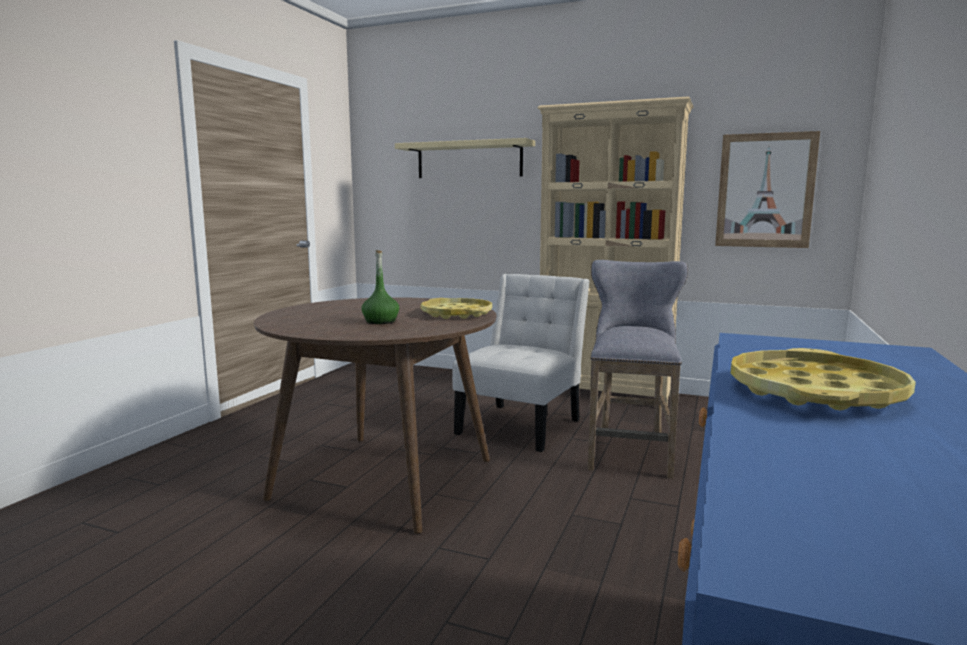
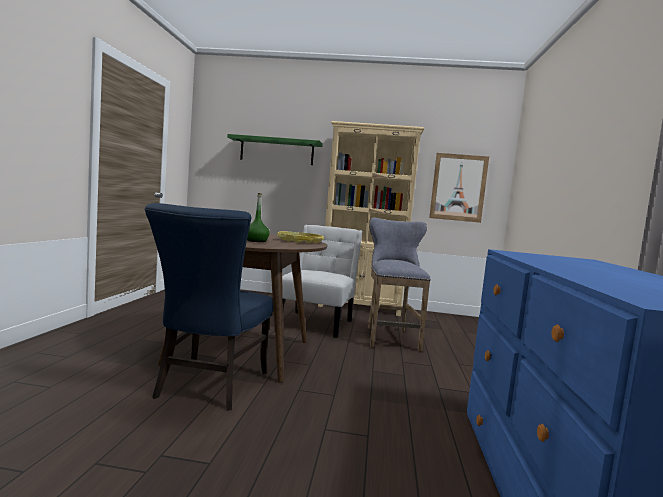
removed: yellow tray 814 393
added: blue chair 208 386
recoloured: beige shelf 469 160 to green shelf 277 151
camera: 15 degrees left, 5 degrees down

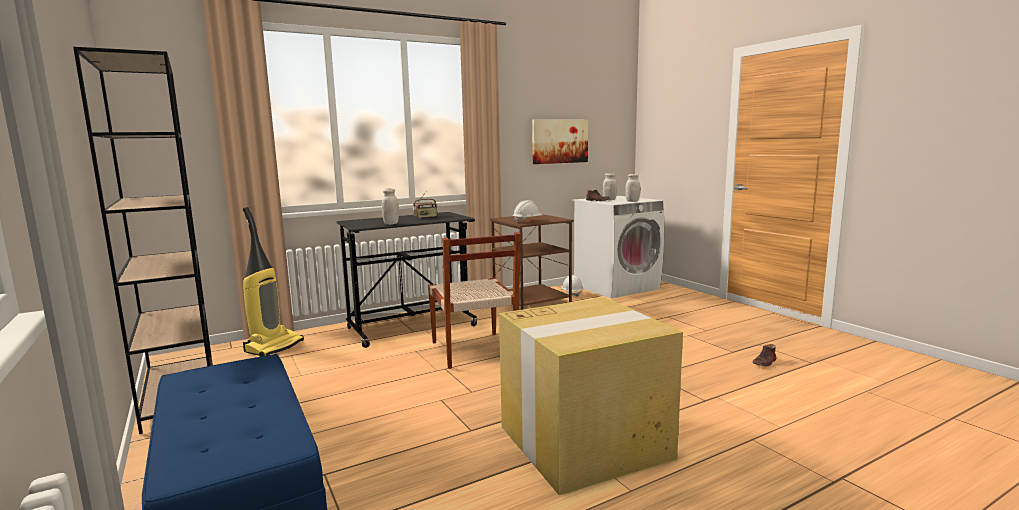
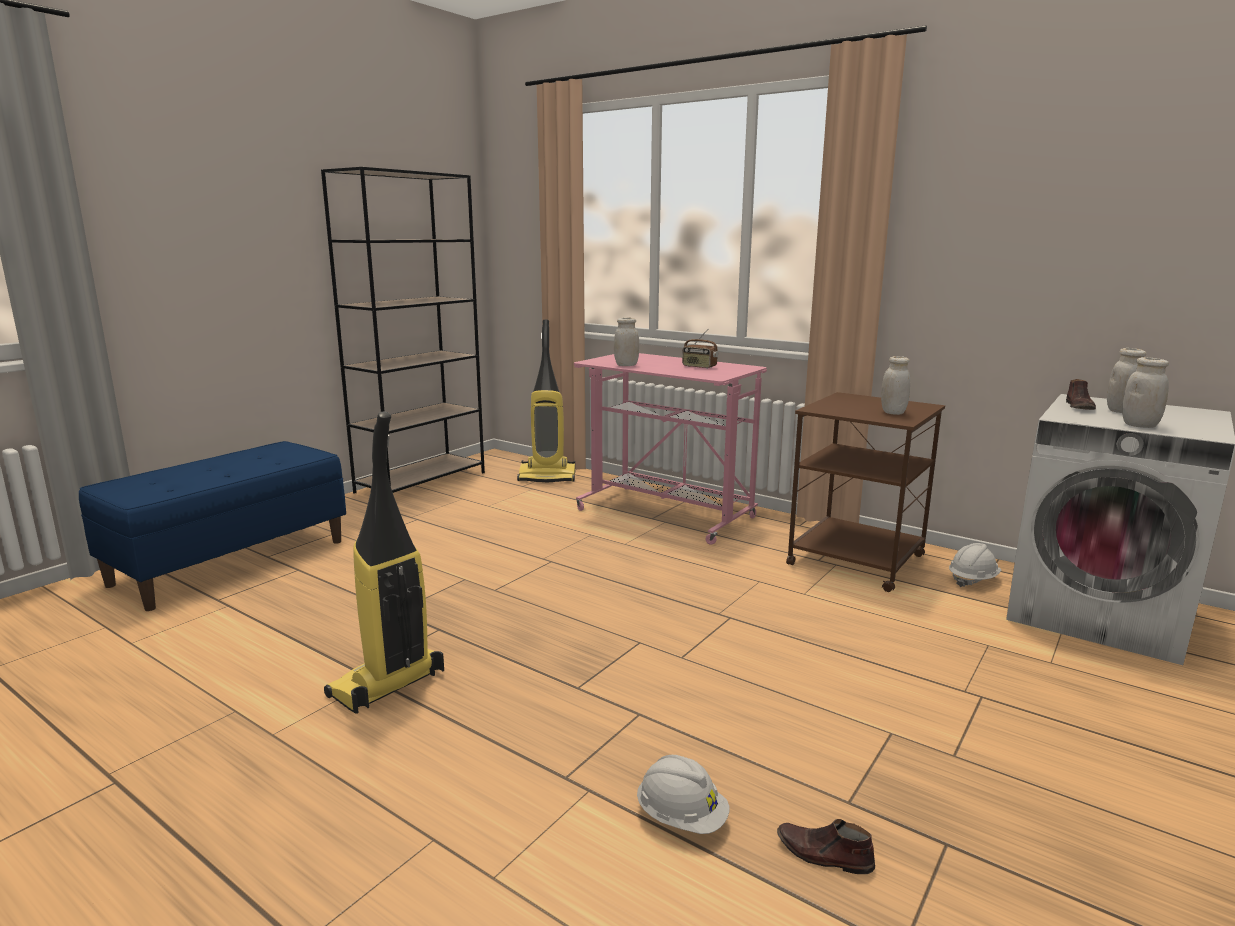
removed: chair 474 351; picture 559 141
added: white jar 893 412
moved: white hard hat 527 221 to 681 818
replaced: cardboard box 586 441 to vacuum cleaner 387 685
recoloured: black desk 412 327 to pink desk 666 513
camera: 65 degrees right, 5 degrees up

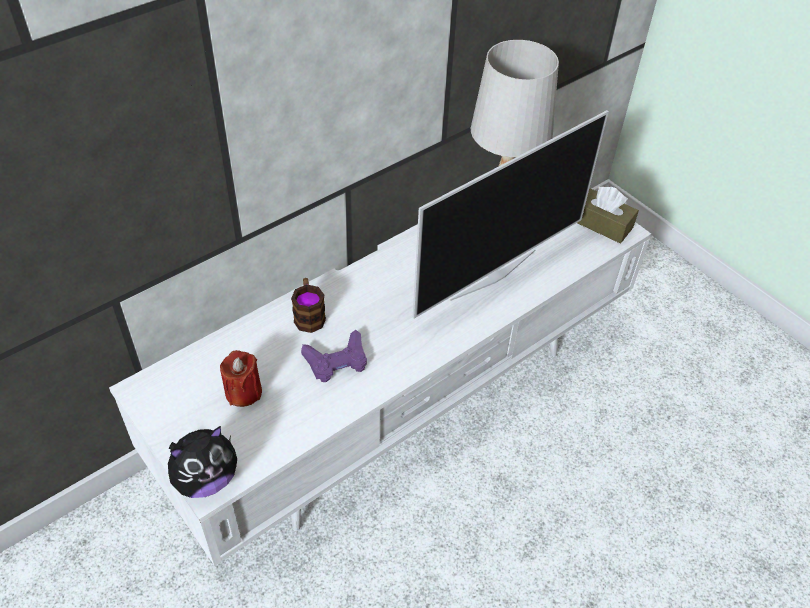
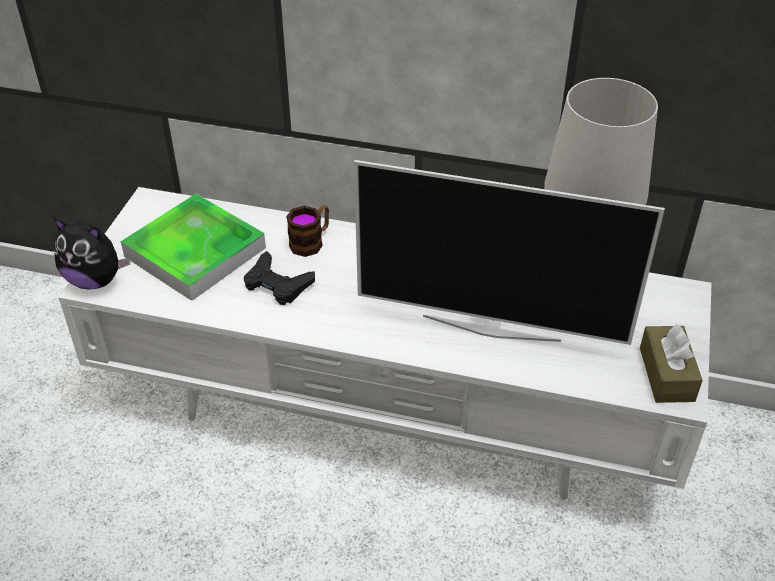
replaced: red candle 243 392 to tray 195 252
recoloured: purple game controller 336 361 to black game controller 277 284
camera: 55 degrees right, 5 degrees down

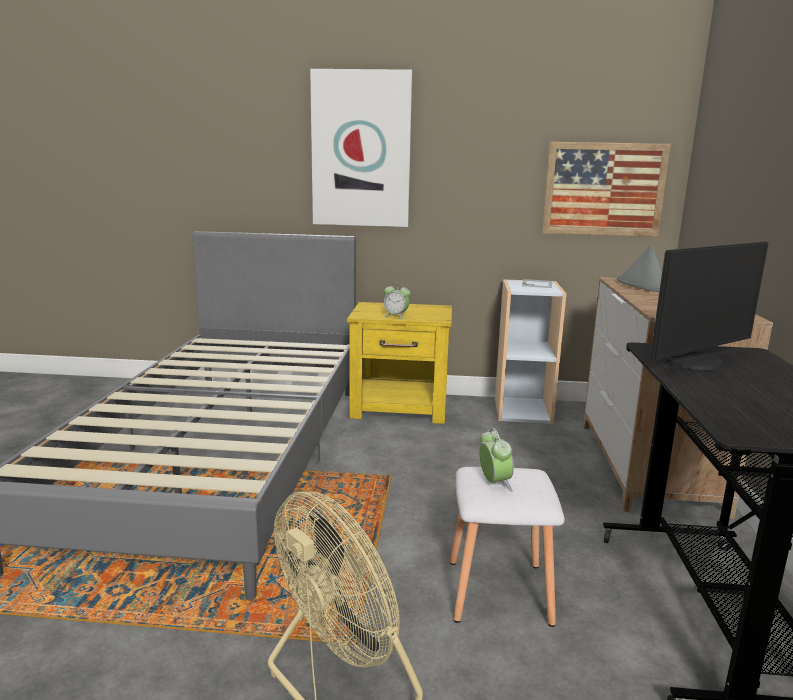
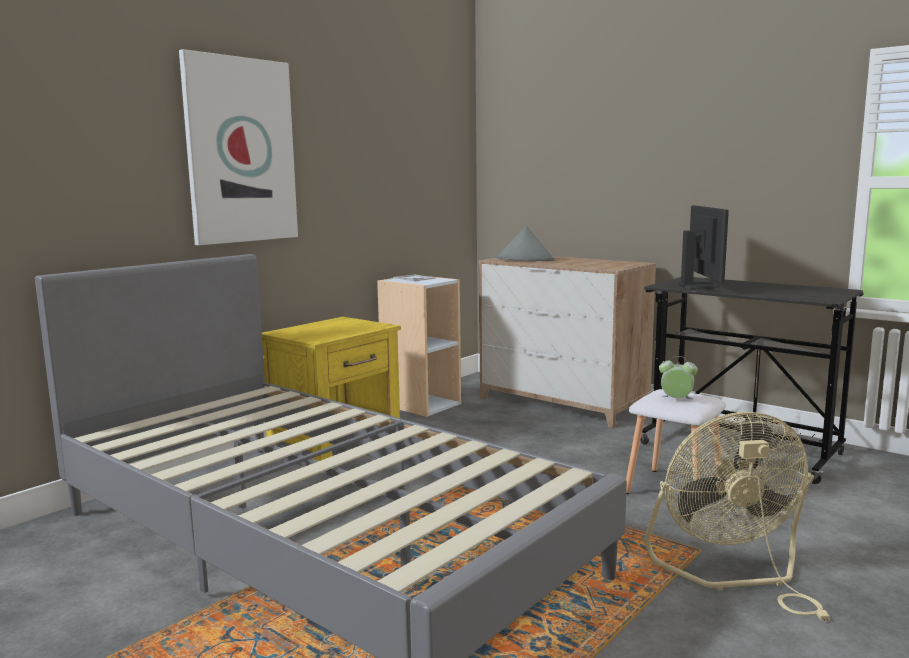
removed: alarm clock 396 316; picture 603 189
camera: 55 degrees left, 5 degrees down

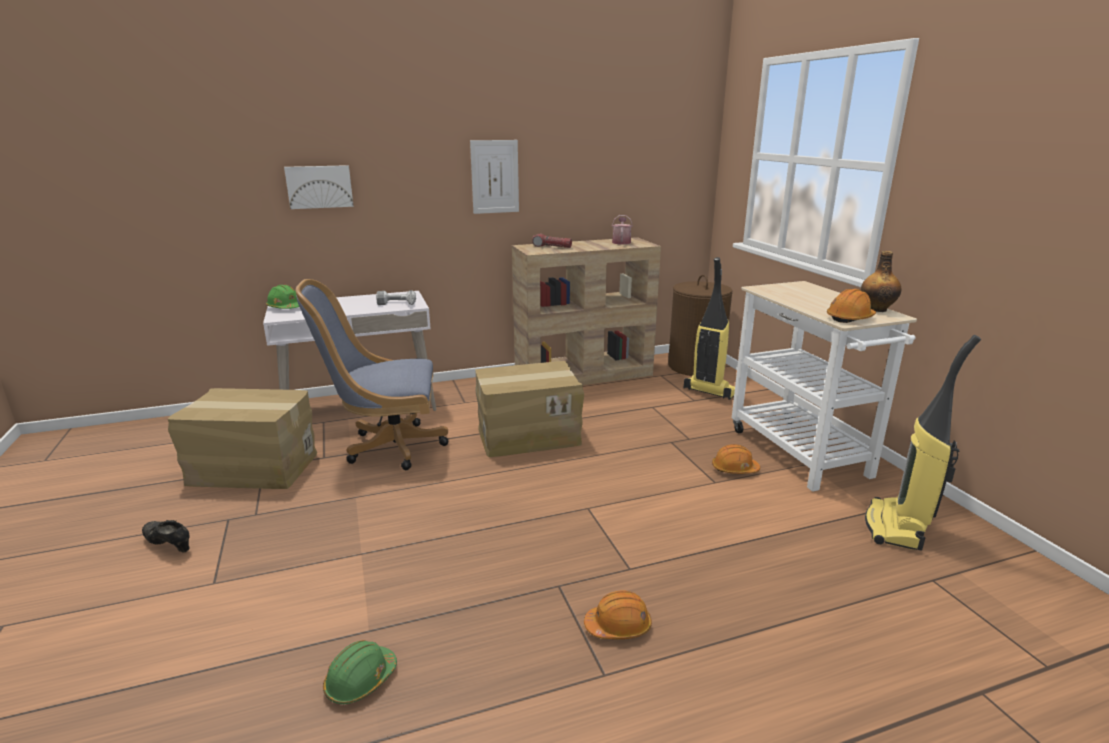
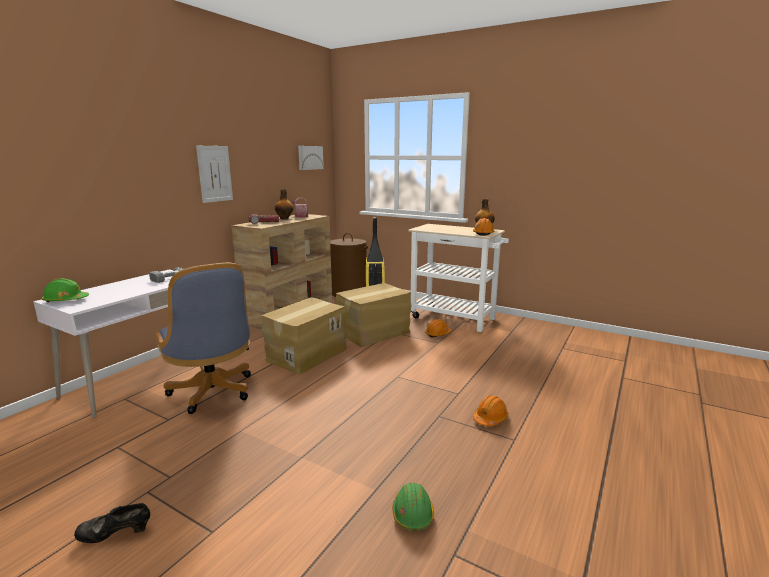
removed: vacuum cleaner 897 528
added: bottle 284 218
moved: cardboard box 253 469 to 374 332; picture 319 186 to 310 157
turned: blue office chair 387 448 = 214 395 75 degrees counterclockwise
camera: 40 degrees left, 5 degrees down

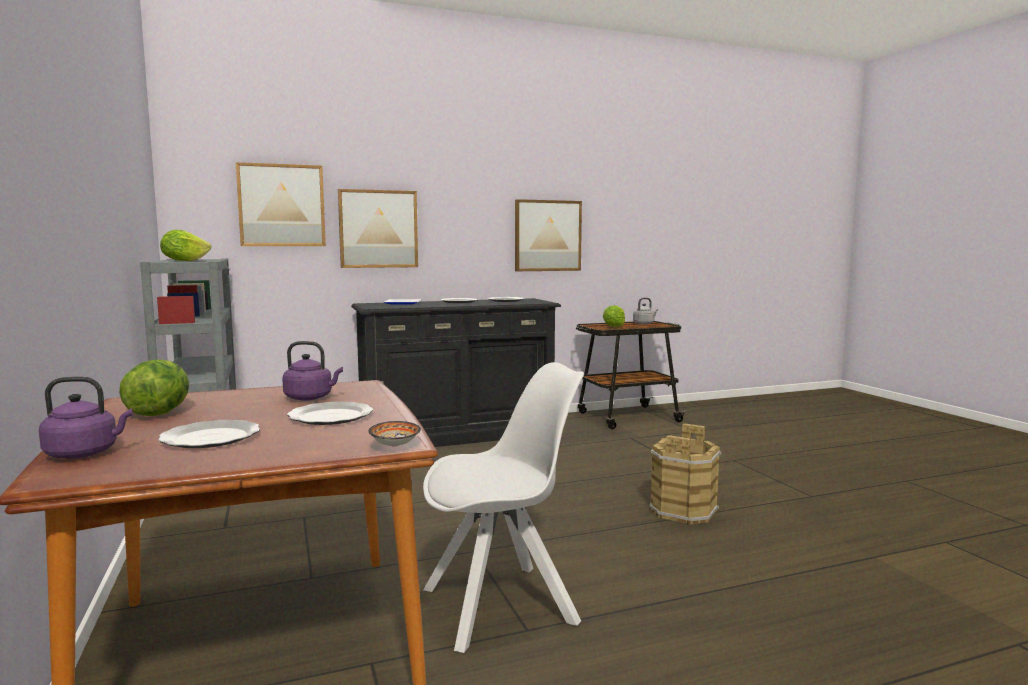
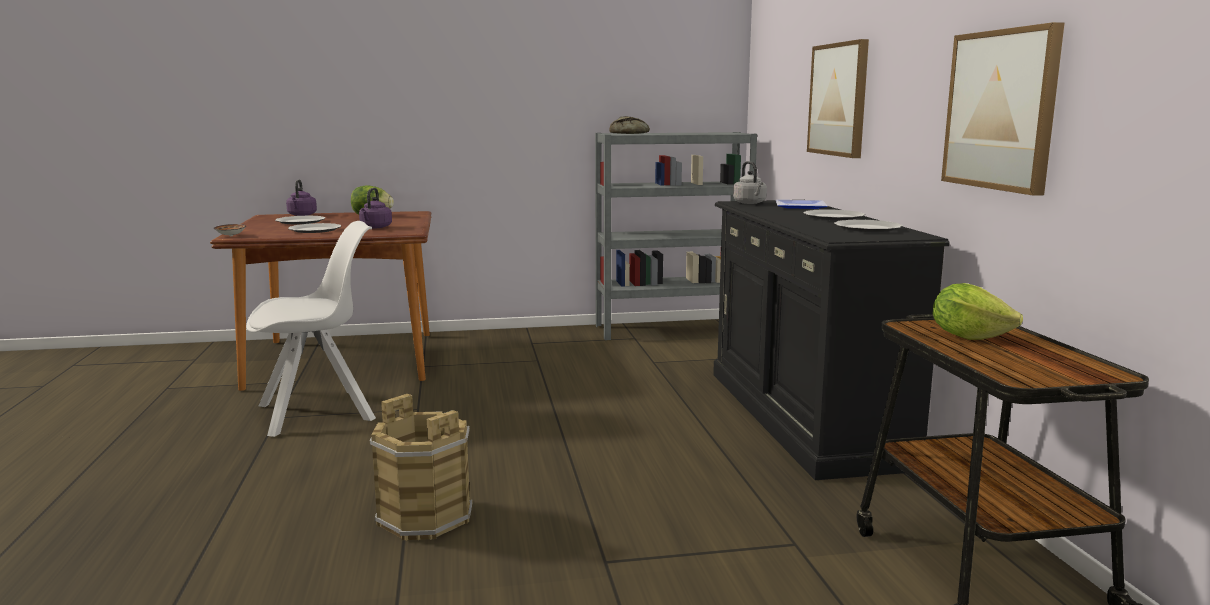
removed: picture 281 205
moved: grey kettle 644 323 to 750 203
replaced: lettuce 184 261 to bread 631 133
turned: white chair 502 605 = 318 412 105 degrees counterclockwise
camera: 100 degrees right, 5 degrees up

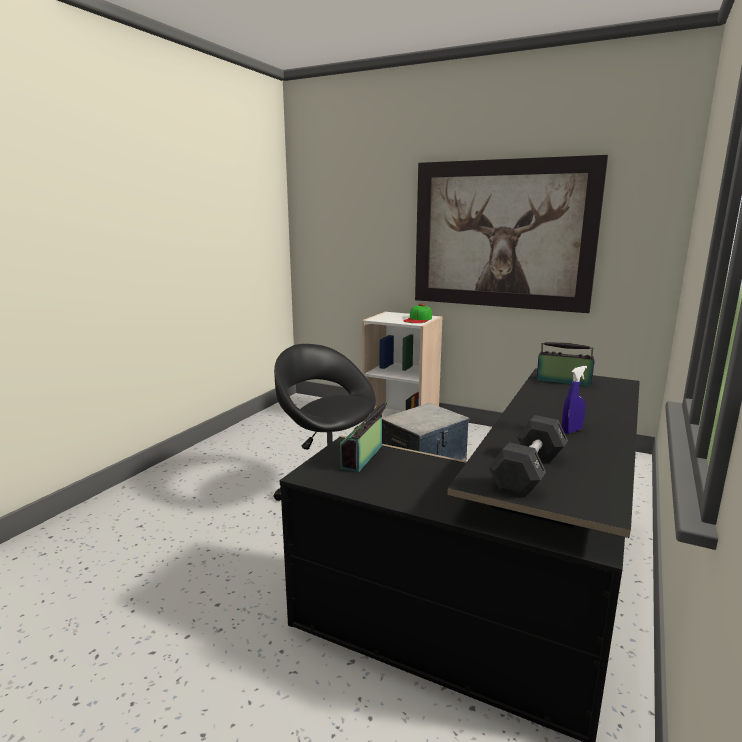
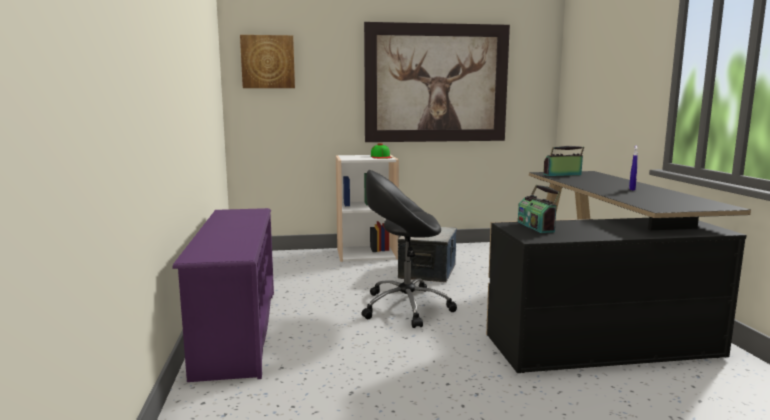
removed: black dumbbell 528 472
added: purple shoe rack 236 329; picture 268 62
camera: 35 degrees left, 5 degrees down

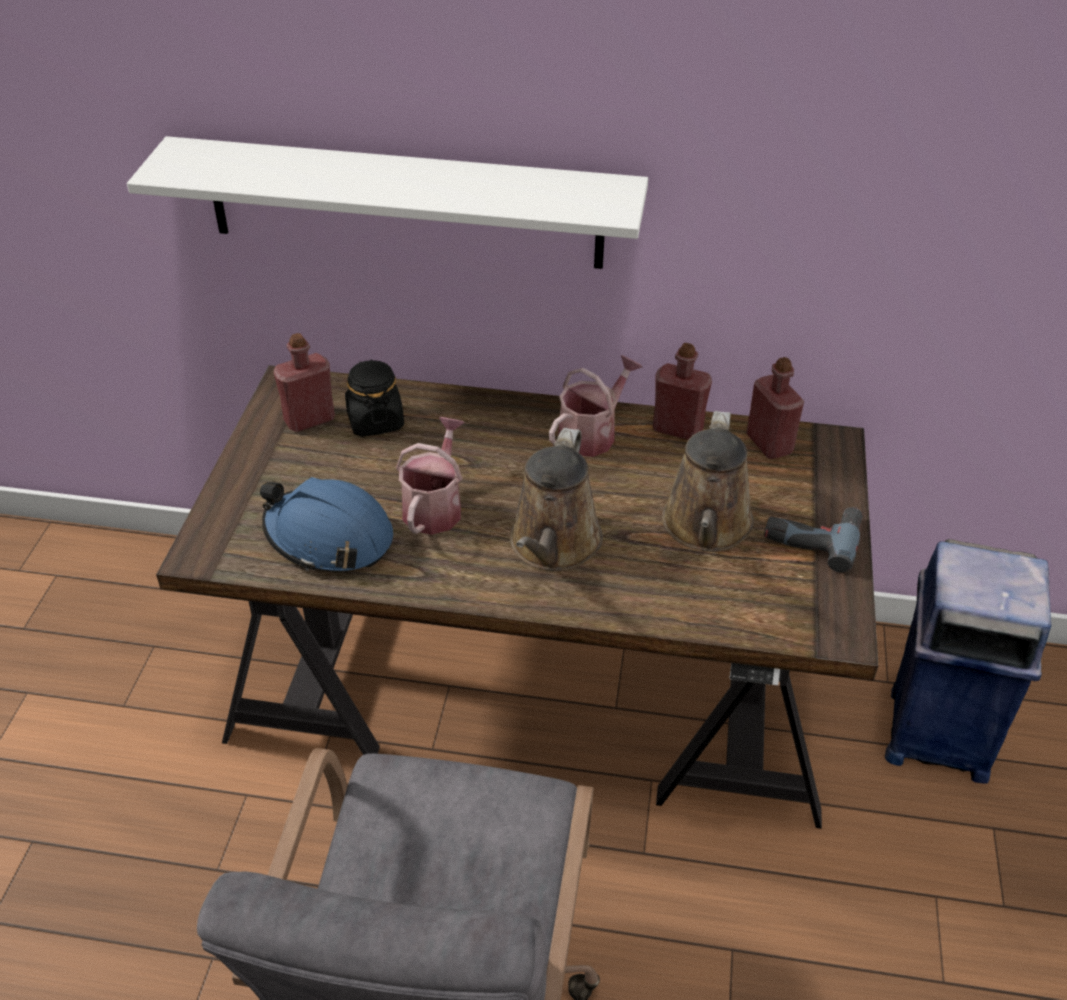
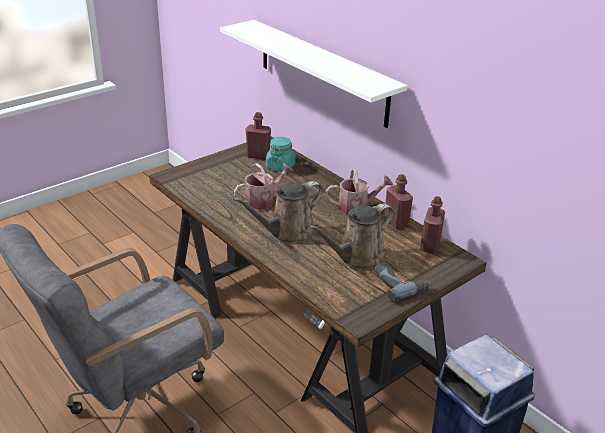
removed: blue hard hat 329 537
recoloured: black jar 375 421 to turquoise jar 280 166
camera: 40 degrees right, 10 degrees down

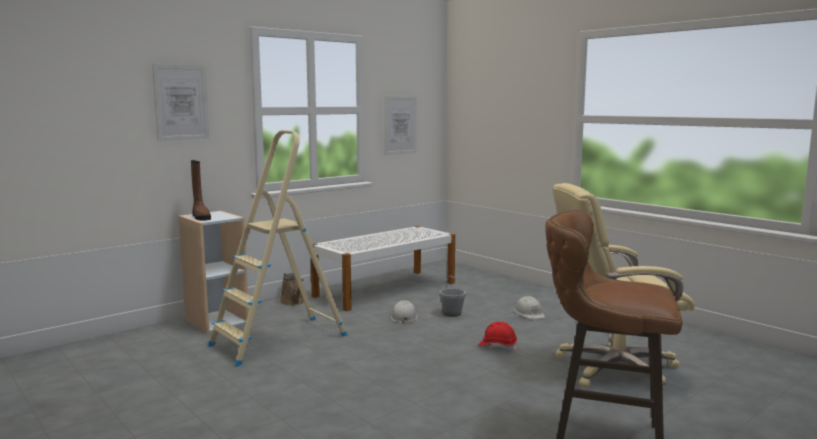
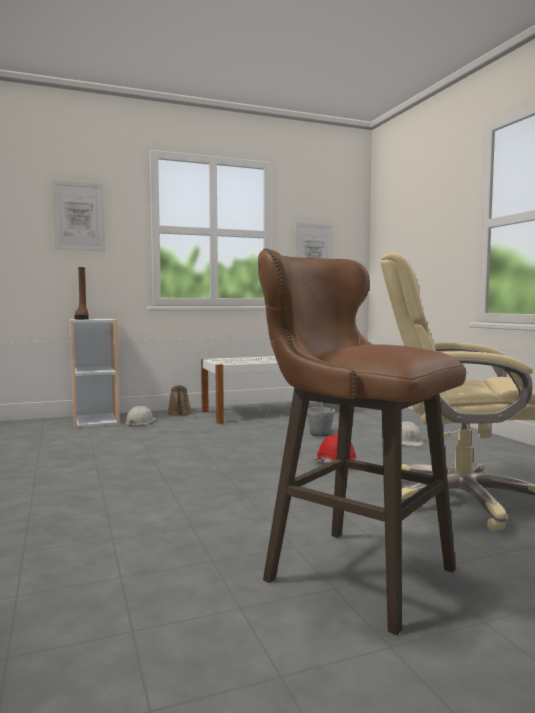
removed: beige step ladder 278 340
moved: white hard hat 403 317 to 140 422
camera: 20 degrees right, 5 degrees down

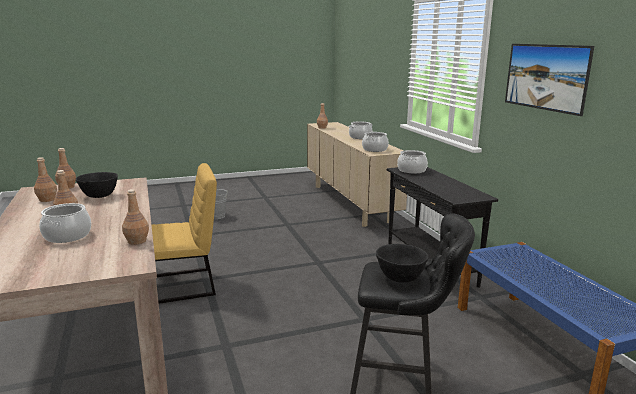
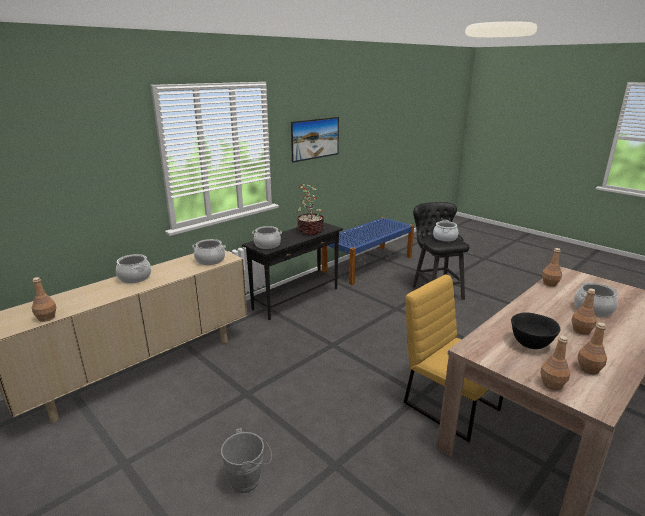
added: potted plant 310 230
replaced: black bowl 400 278 to cooking pot 445 238
camera: 115 degrees left, 5 degrees up

